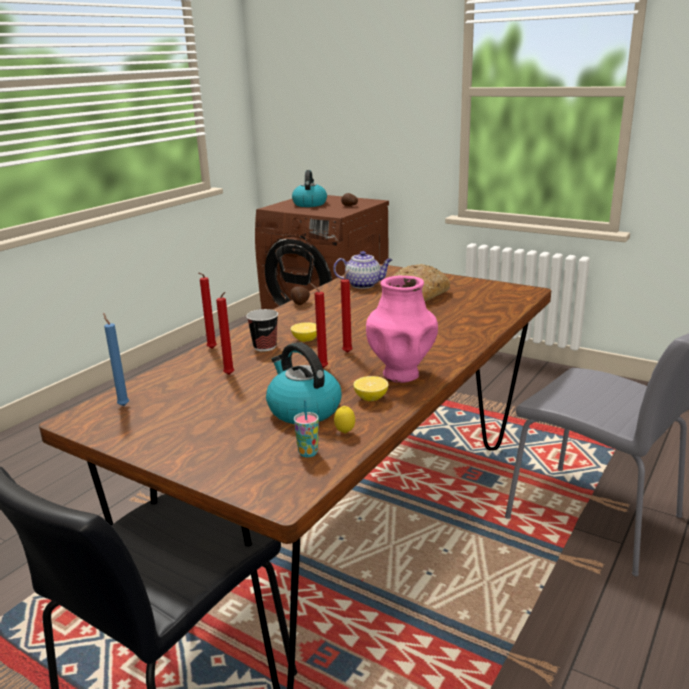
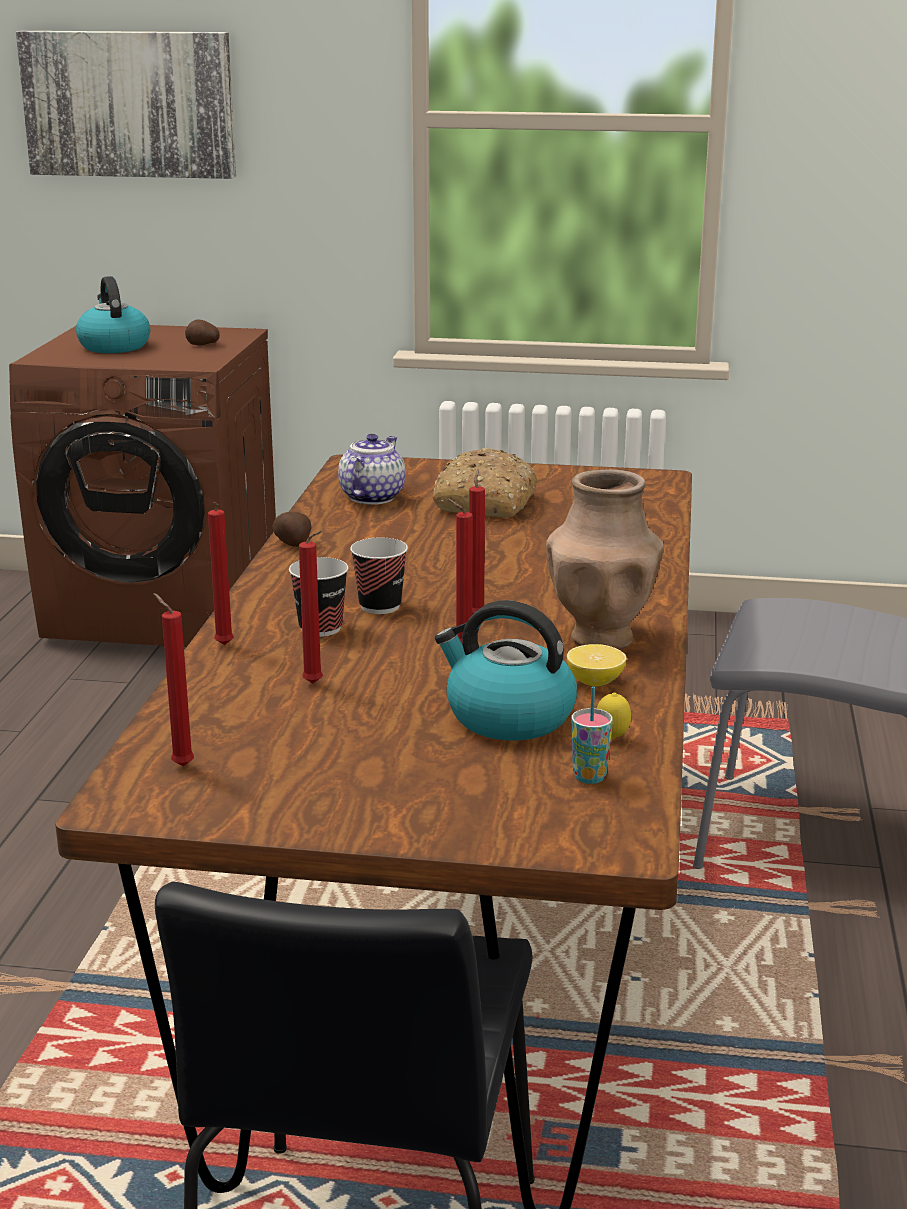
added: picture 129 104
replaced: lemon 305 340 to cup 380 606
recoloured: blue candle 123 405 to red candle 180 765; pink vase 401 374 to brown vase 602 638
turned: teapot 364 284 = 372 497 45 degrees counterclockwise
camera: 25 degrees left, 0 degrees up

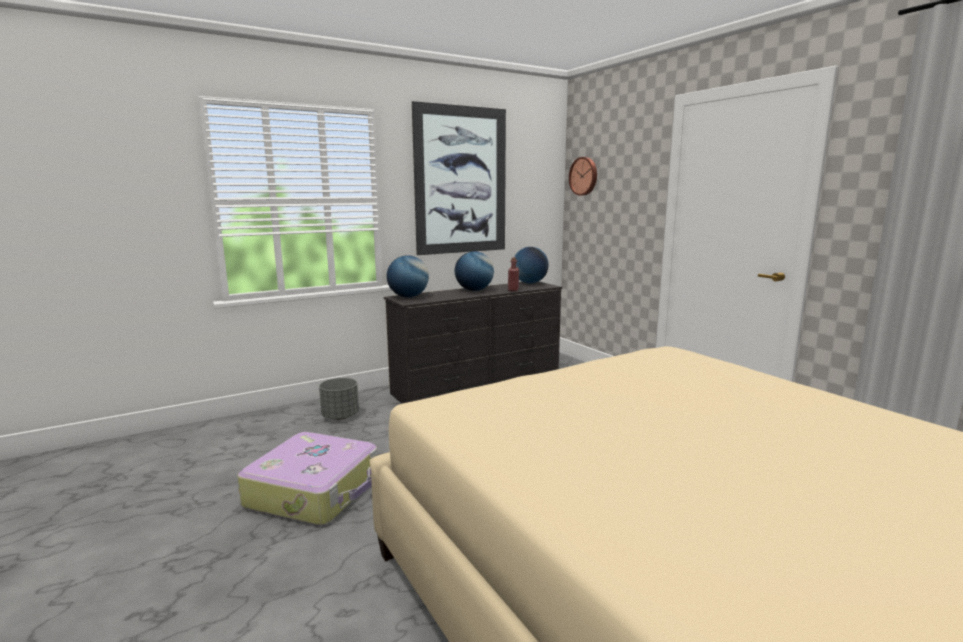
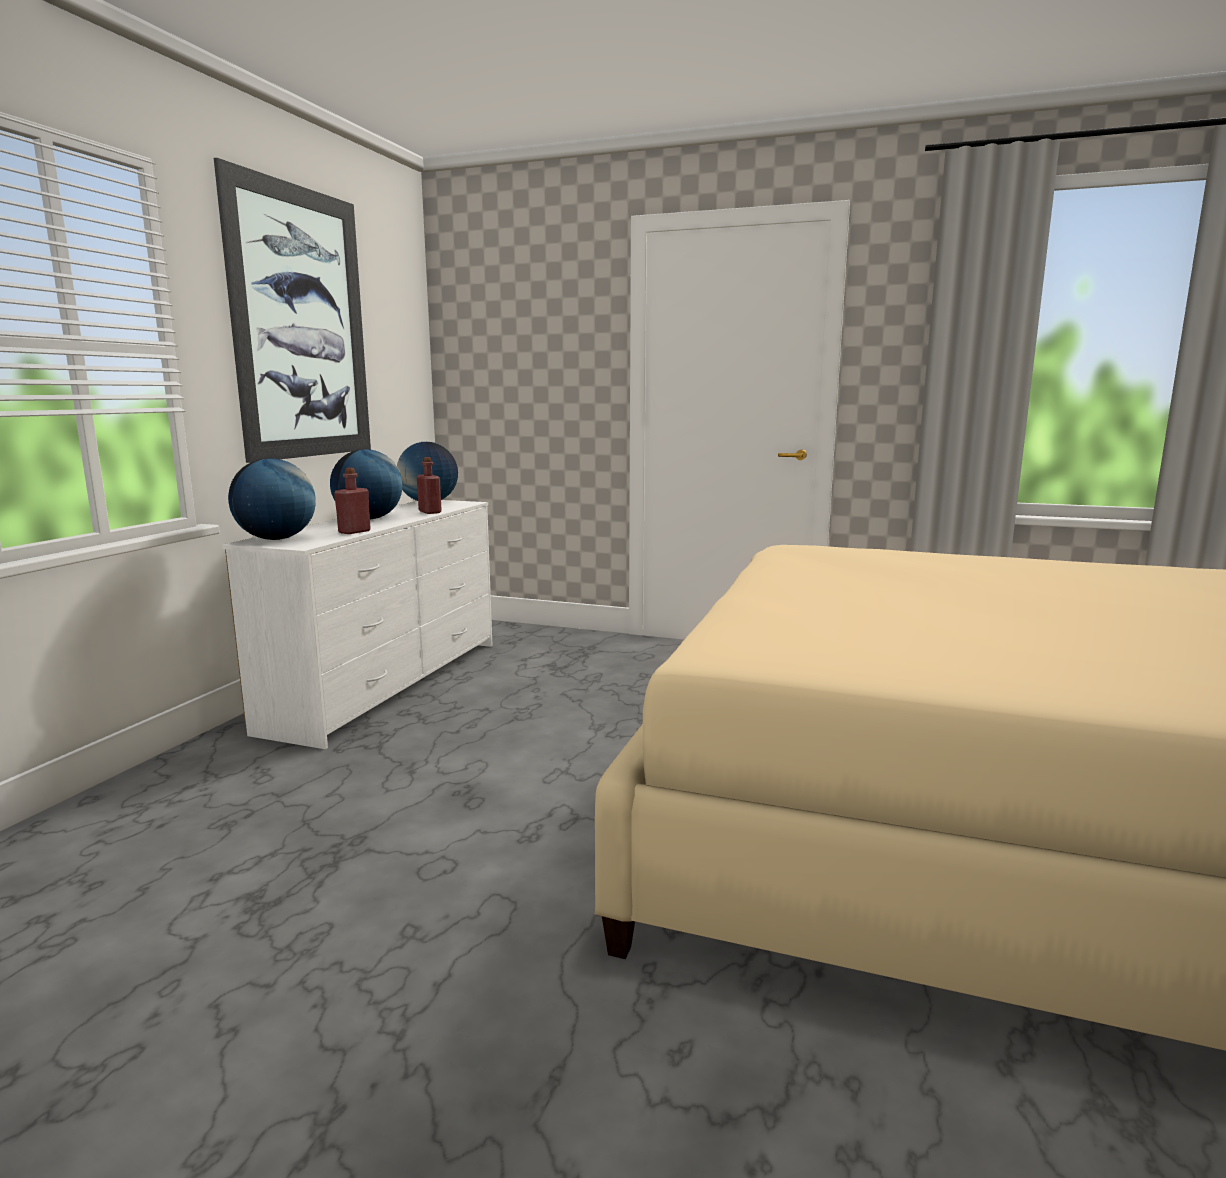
removed: suitcase 315 491; grey planter 340 416; wall clock 584 176
added: red bottle 354 532
recoloured: black dresser 478 385 to white dresser 389 684
camera: 40 degrees left, 0 degrees up

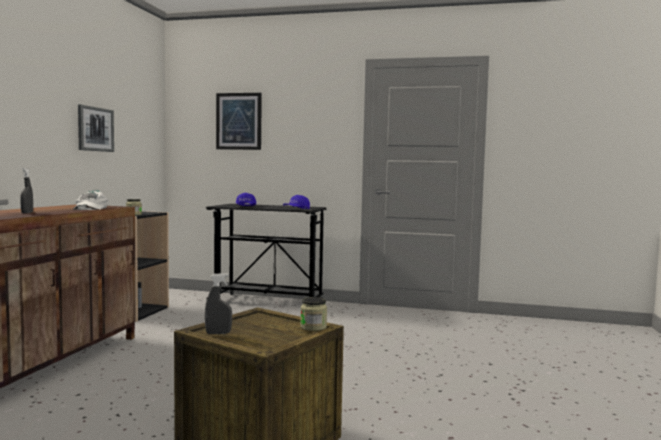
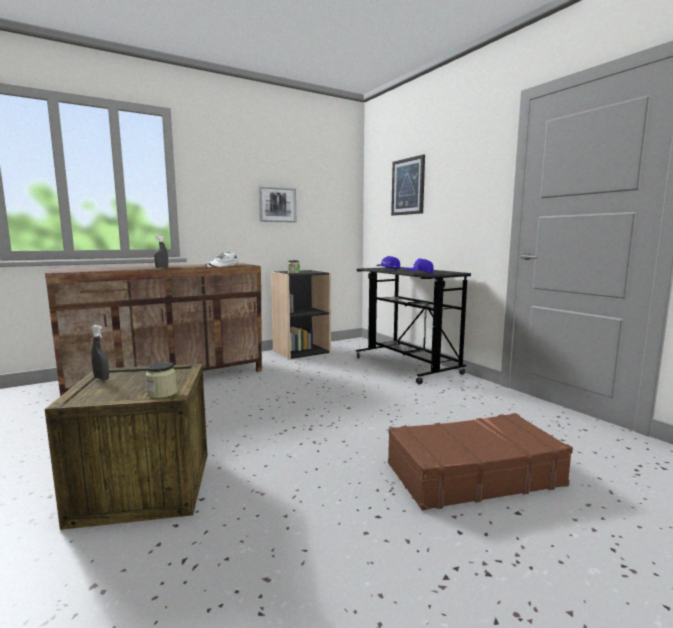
added: brown suitcase 472 474
camera: 45 degrees right, 5 degrees up

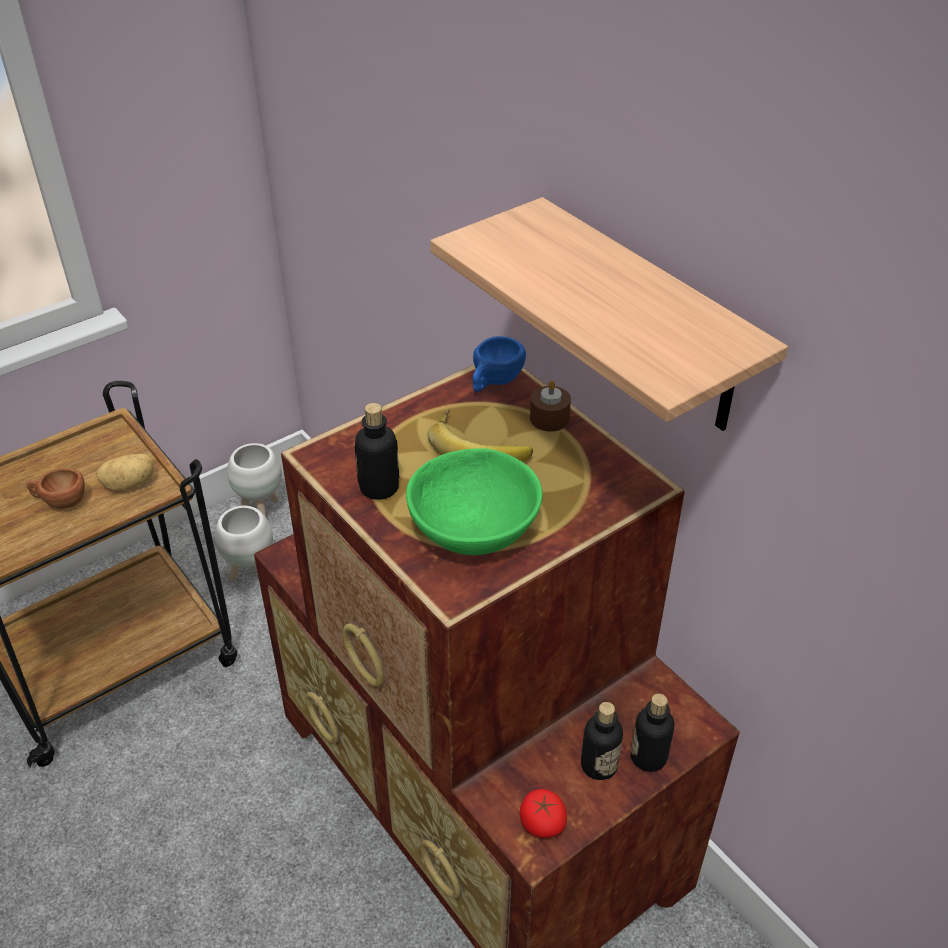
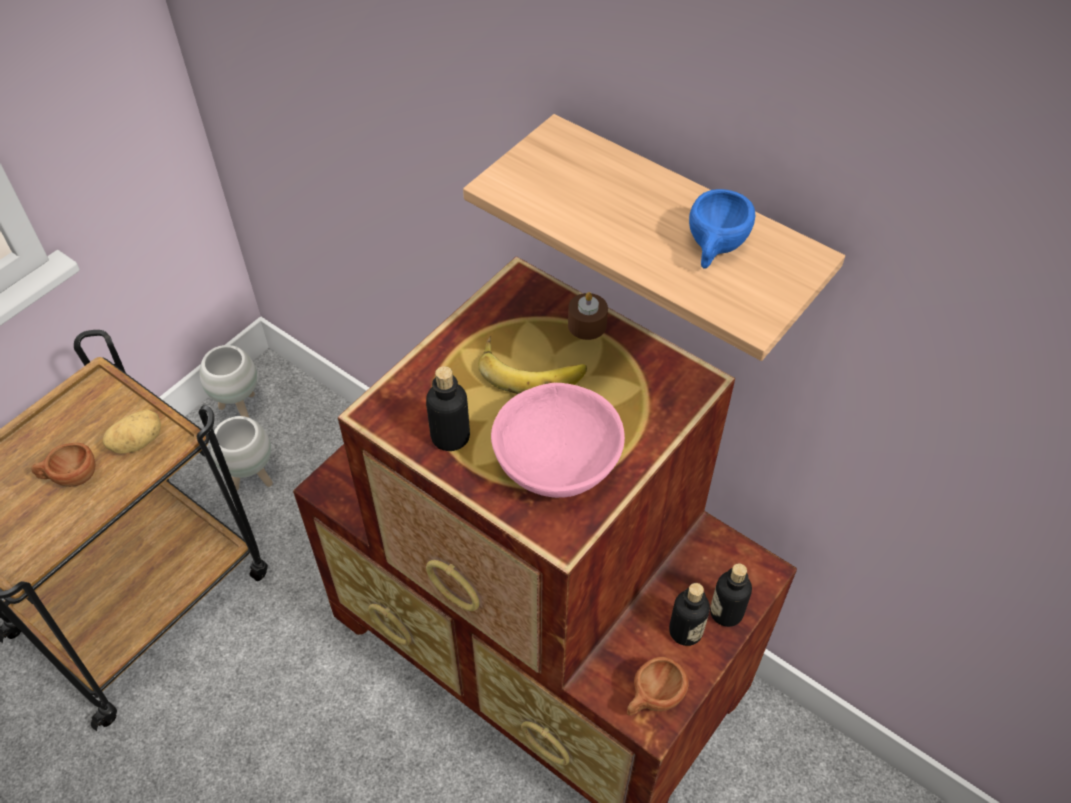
moved: blue cup 494 382 to 714 249
replaced: tomato 542 823 to brown cup 652 699
recoloured: green bowl 473 528 to pink bowl 555 462
camera: 15 degrees left, 10 degrees up

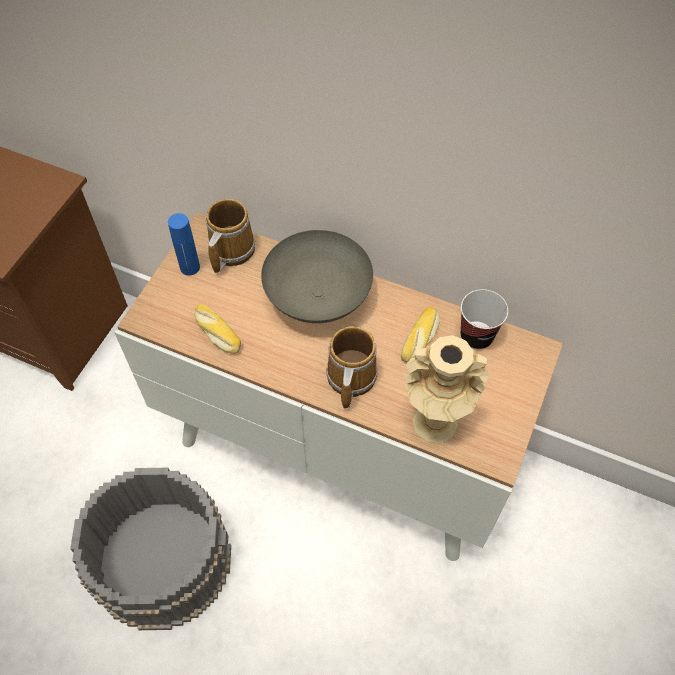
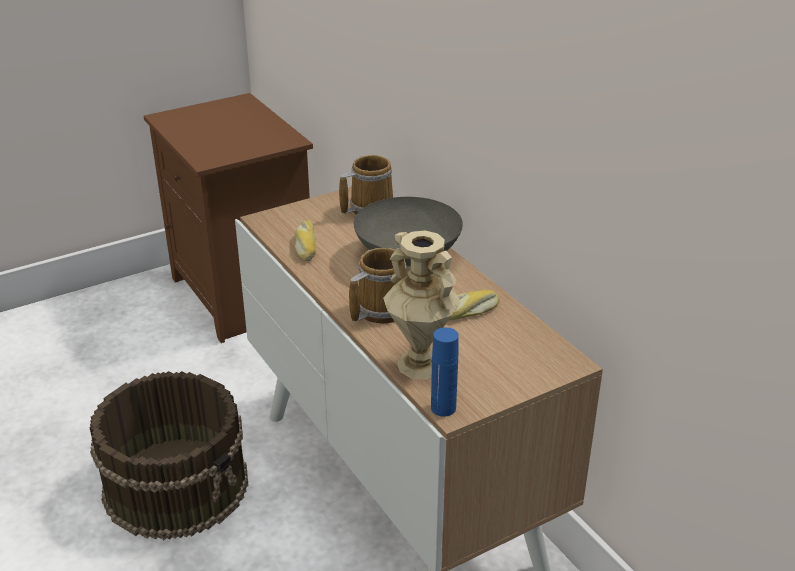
removed: cup 476 336
moved: blue bottle 190 267 to 443 408
recoloured: grey bucket 162 559 to brown bucket 177 484
camera: 35 degrees right, 25 degrees down

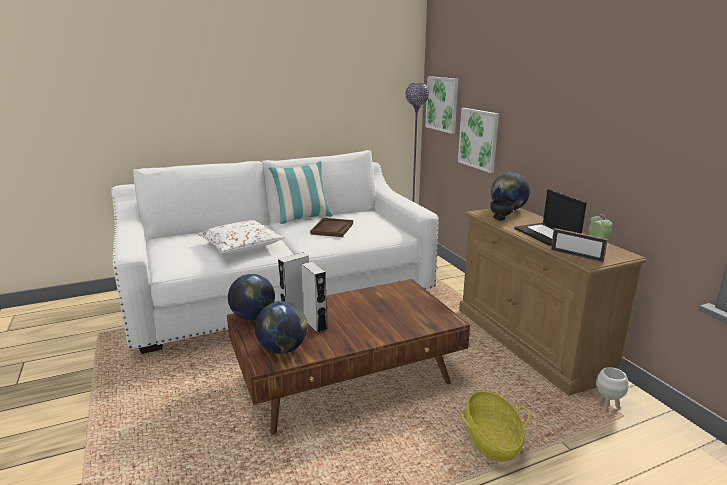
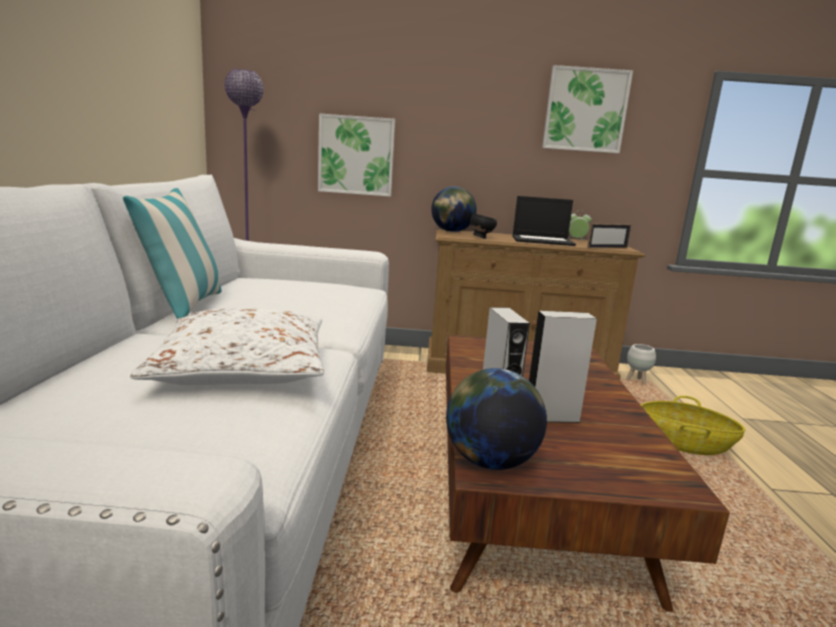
removed: globe 283 349; brown tray 332 229
moved: picture 442 104 to 585 110
camera: 65 degrees left, 5 degrees down

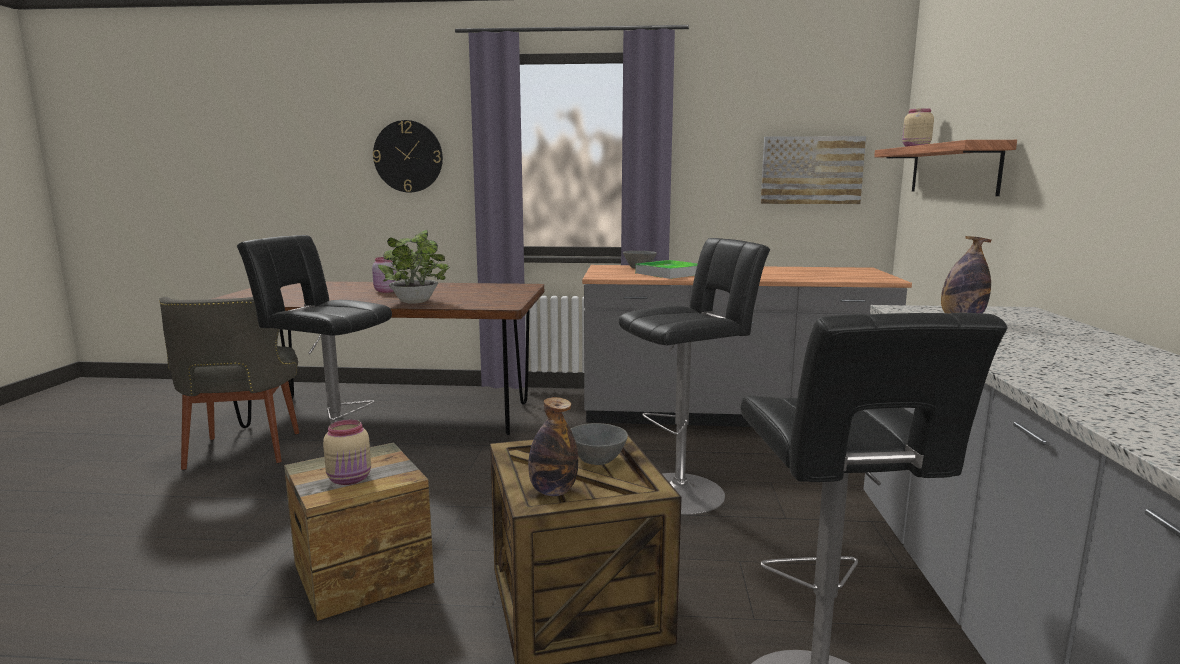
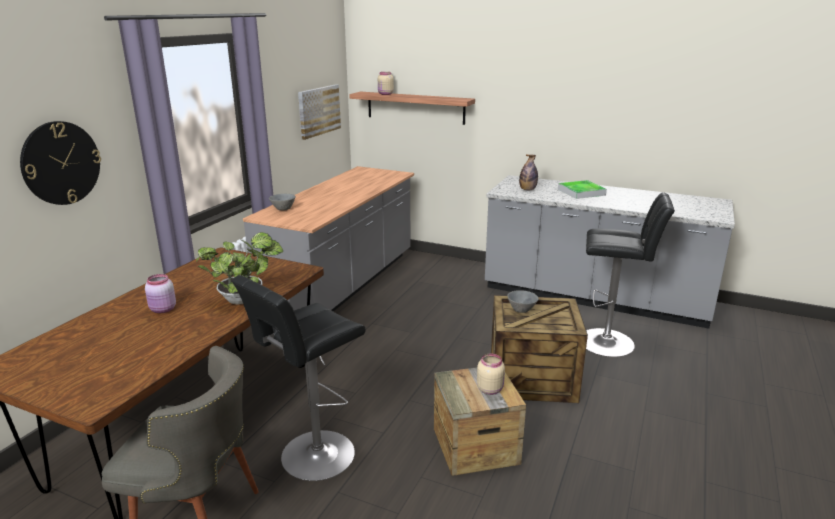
removed: bottle 553 491; black stool 685 491
moved: tray 669 273 to 581 192
camera: 70 degrees left, 10 degrees up

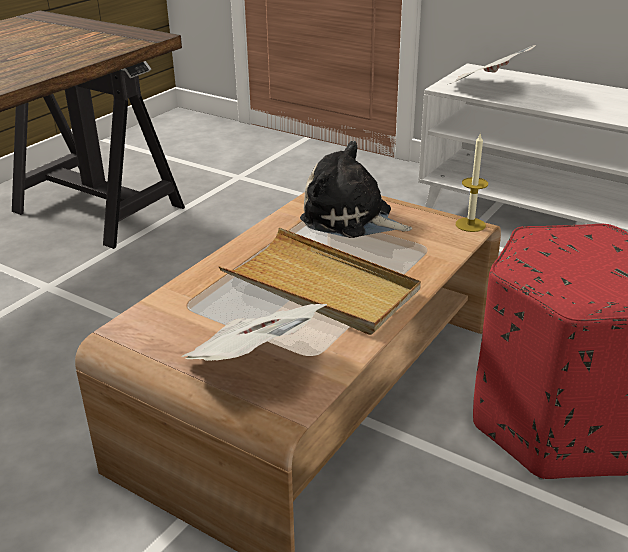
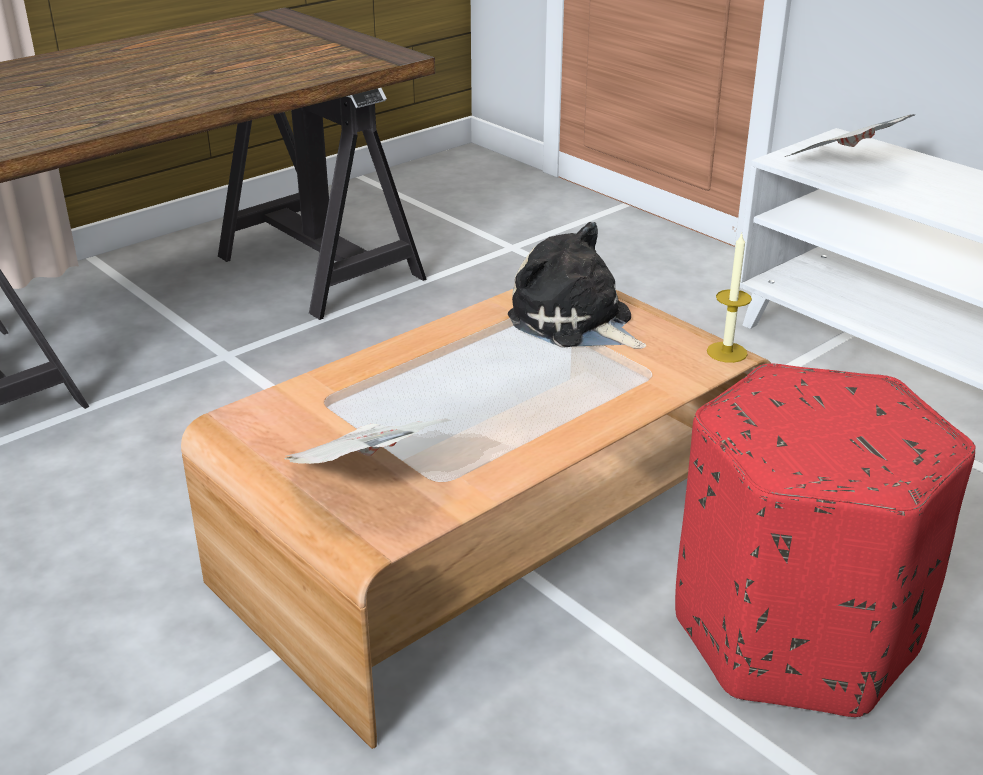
removed: beige tray 320 286
camera: 15 degrees right, 0 degrees up

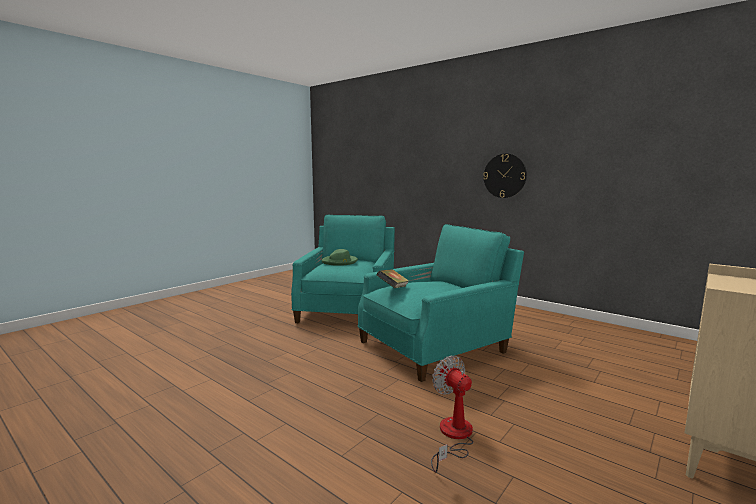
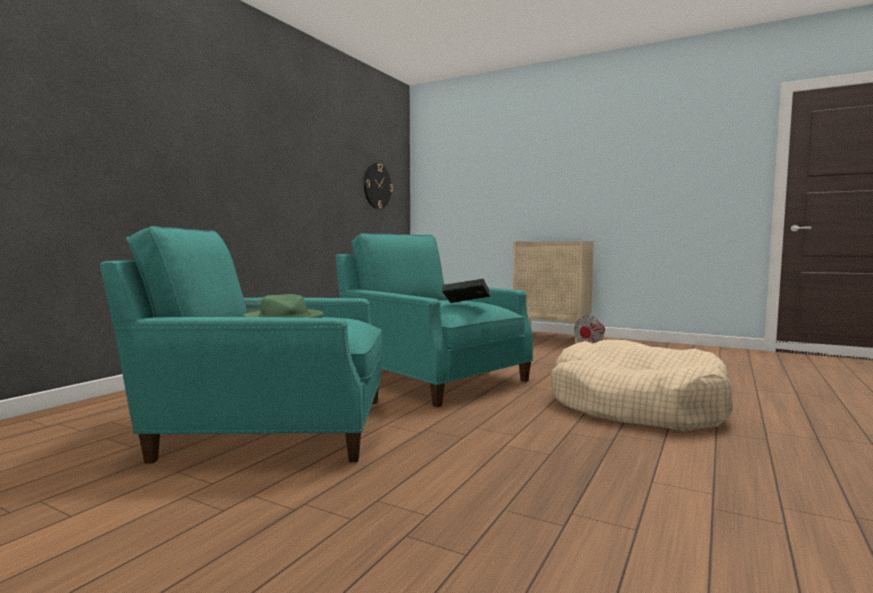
added: beige dog bed 635 406
moved: wall clock 504 176 to 377 186
camera: 100 degrees left, 5 degrees down

